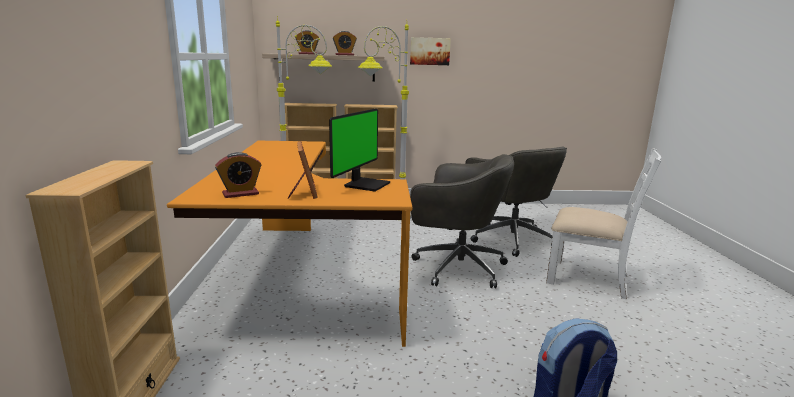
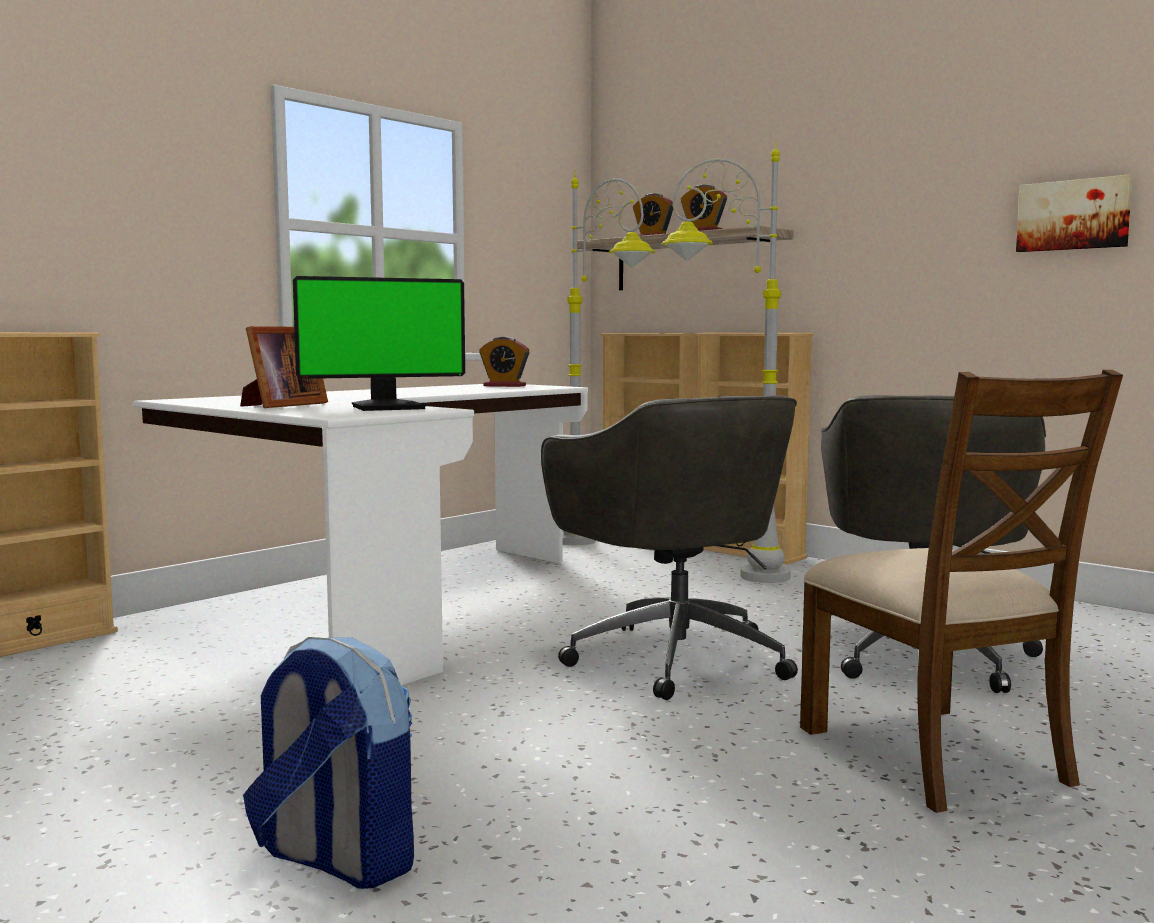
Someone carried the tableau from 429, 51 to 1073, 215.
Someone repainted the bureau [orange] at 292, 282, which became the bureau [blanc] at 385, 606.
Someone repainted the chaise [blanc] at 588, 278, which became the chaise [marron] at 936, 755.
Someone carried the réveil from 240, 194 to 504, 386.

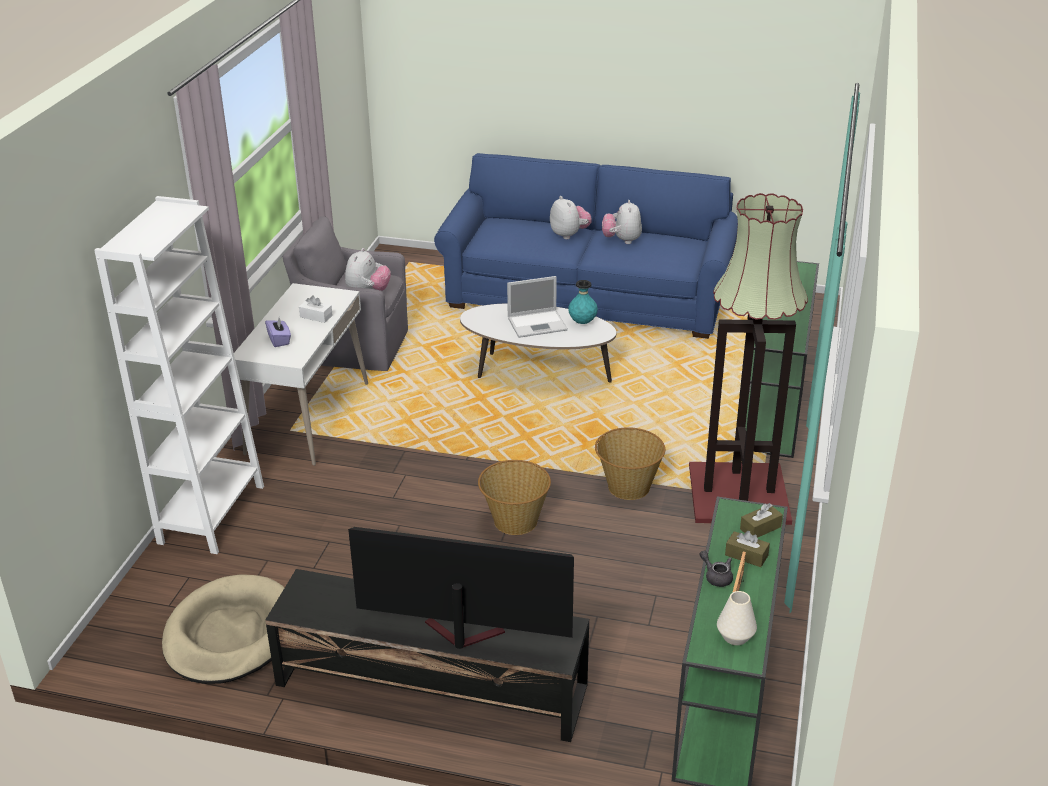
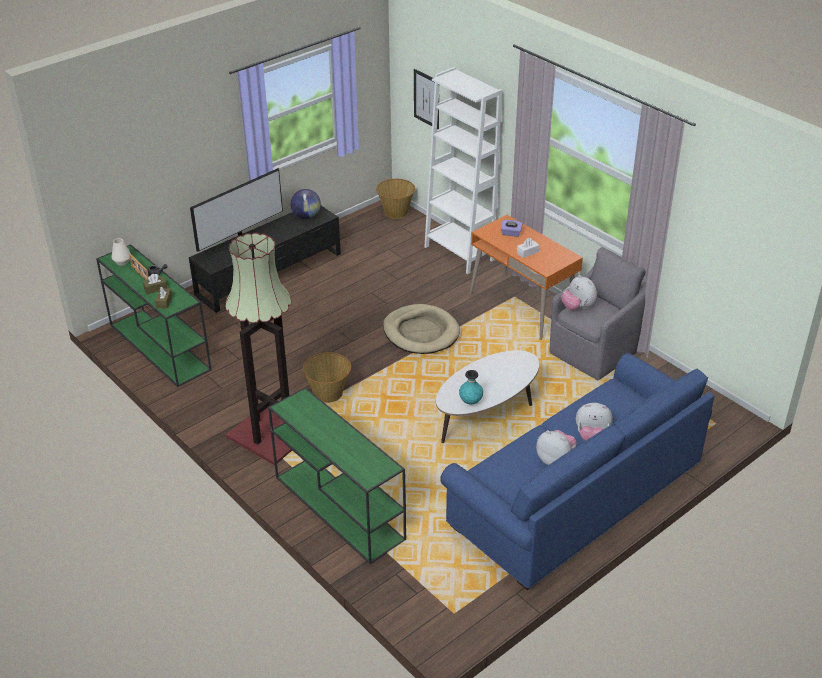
Someone took away the ordinateur portable at 538, 324.
Someone repainted the bureau [blanc] at 307, 418, which became the bureau [orange] at 522, 307.
Someone carried the panier from 514, 521 to 396, 212.
Someone carried the panier pour chien [beige] from 230, 634 to 421, 332.
Someone put up the tableau at 426, 99.
Someone put down the globe at 306, 216.

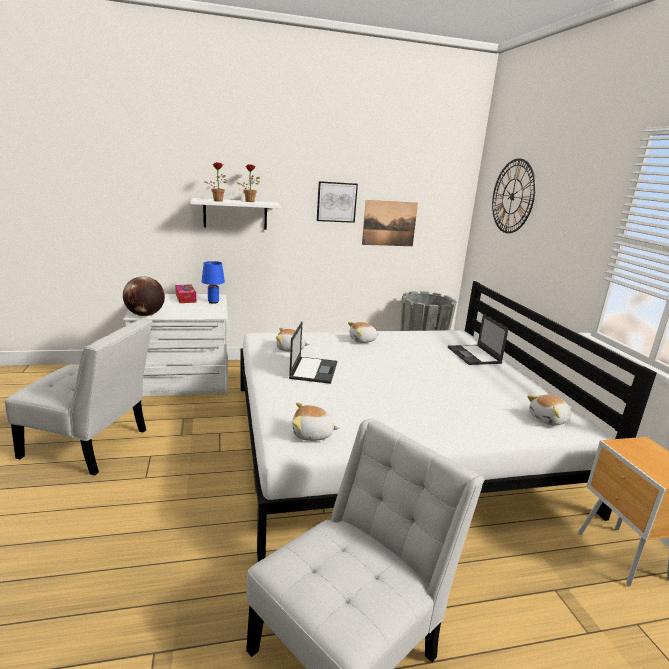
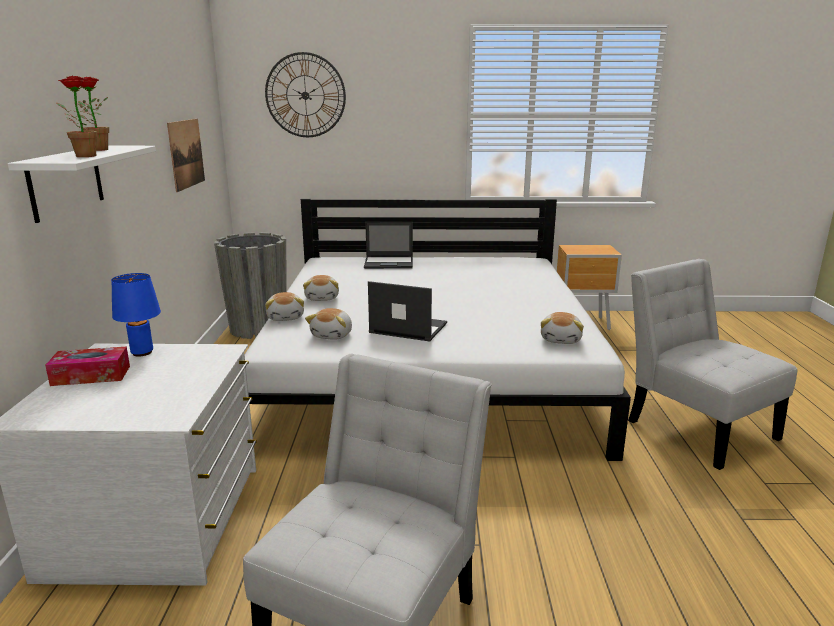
Someone took away the tableau at 336, 202.
Someone took away the globe at 145, 315.
Someone carried the peluche from 549, 419 to 286, 317.

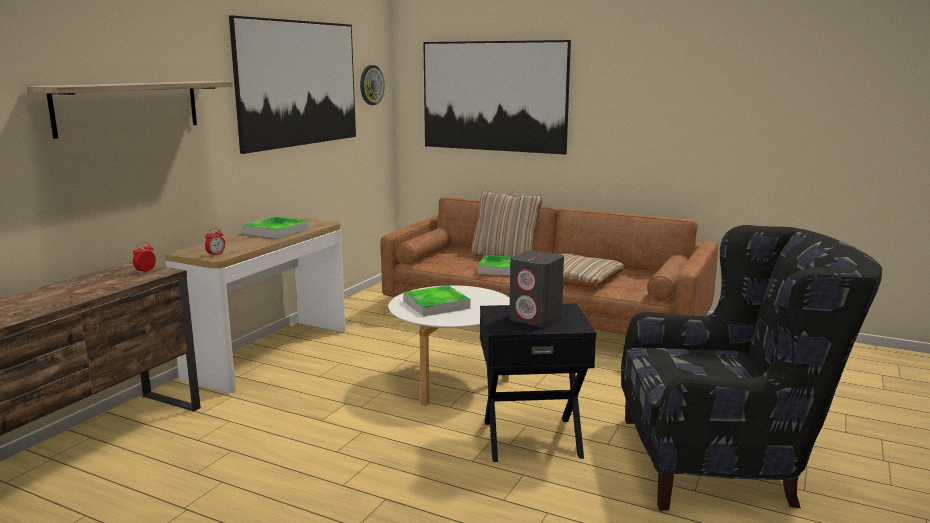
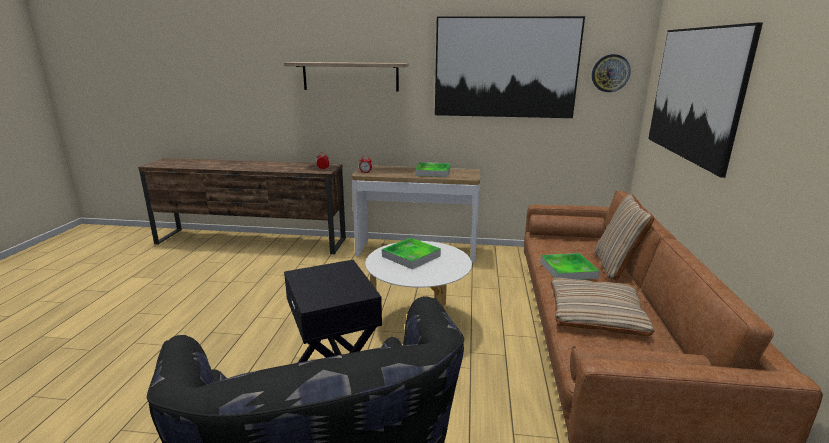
Someone took away the enceinte [gris] at 536, 319.

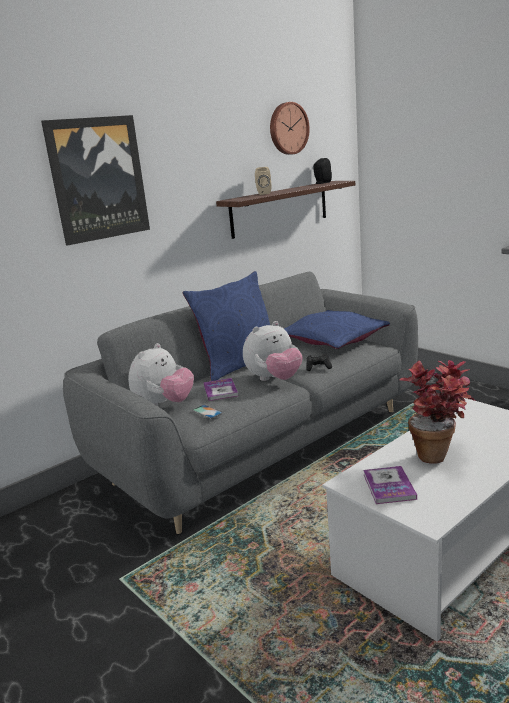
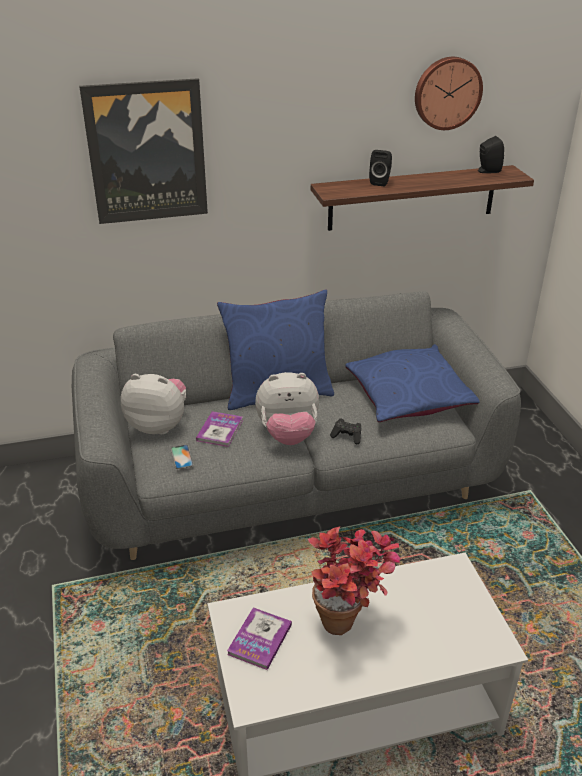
Someone repainted the enceinte [beige] at 263, 193, which became the enceinte [noir] at 380, 182.
Someone rotated the peluche at 164, 404 by 135 degrees counterclockwise.

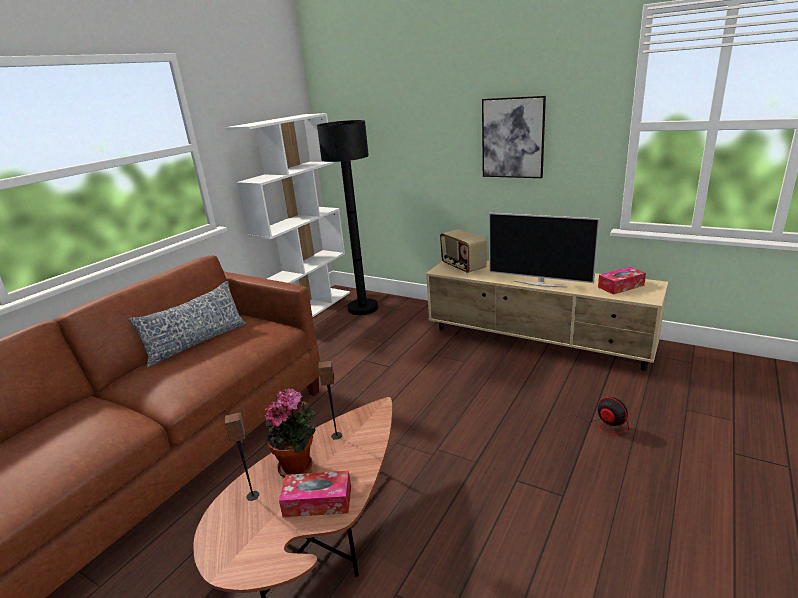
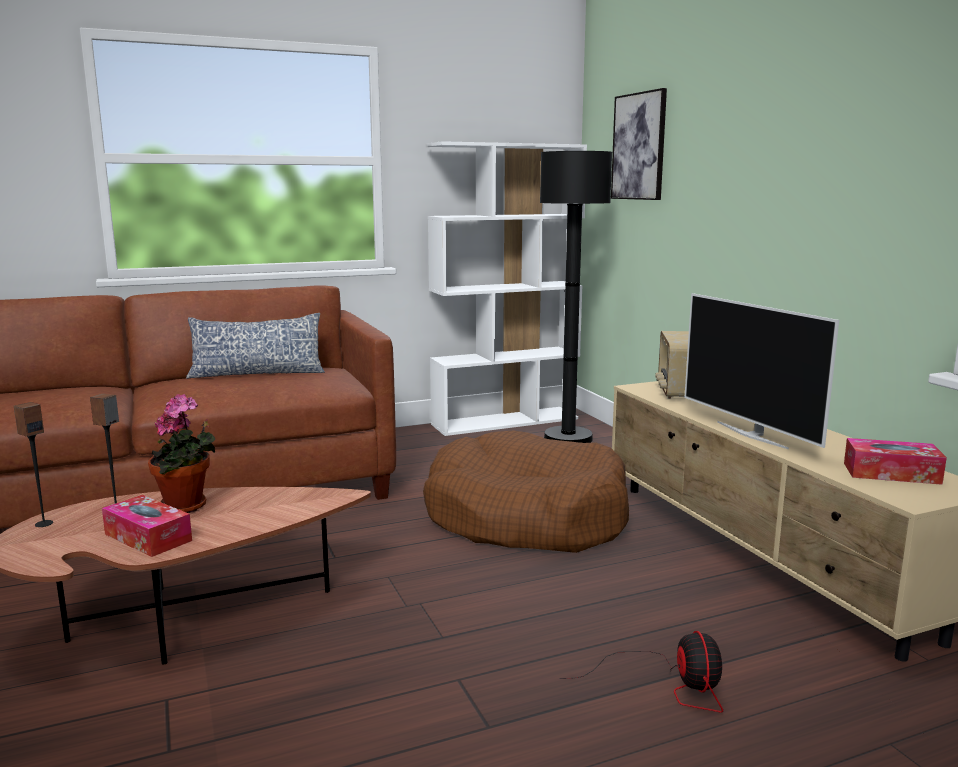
Someone carried the tableau from 513, 138 to 639, 146.
Someone carried the enceinte from 336, 436 to 44, 523.
Someone put down the panier pour chien [marron] at 526, 517.

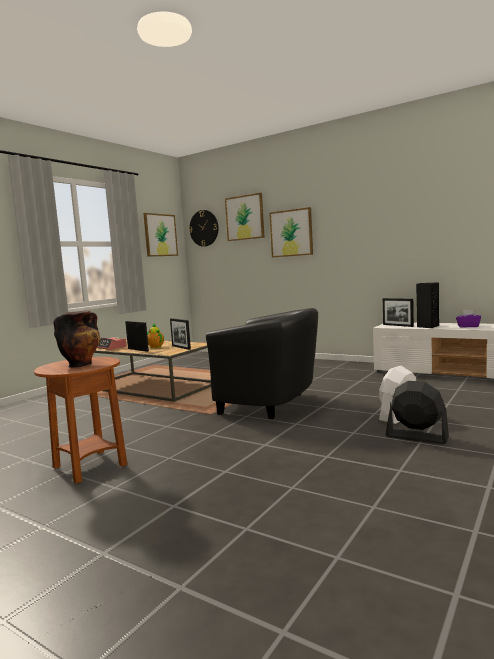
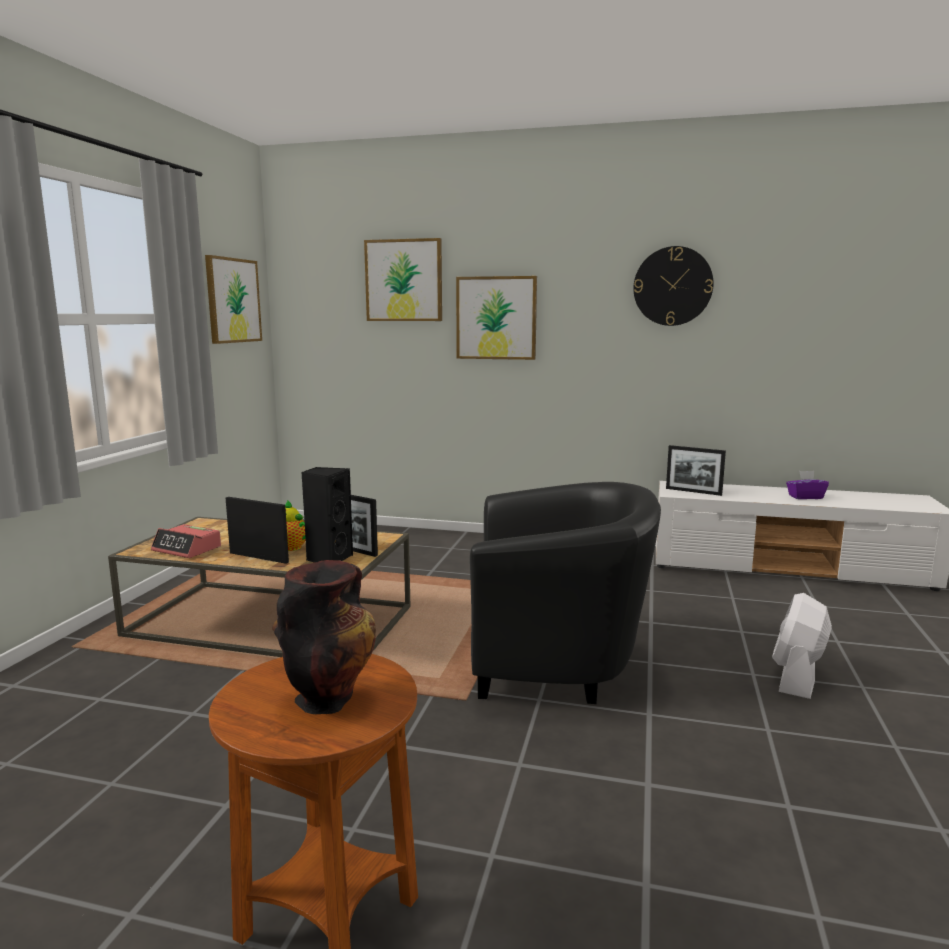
Someone carried the horloge murale from 204, 228 to 672, 286.
Someone carried the enceinte [noir] from 427, 326 to 328, 559.
Someone took away the ventilateur [noir] at 416, 437.

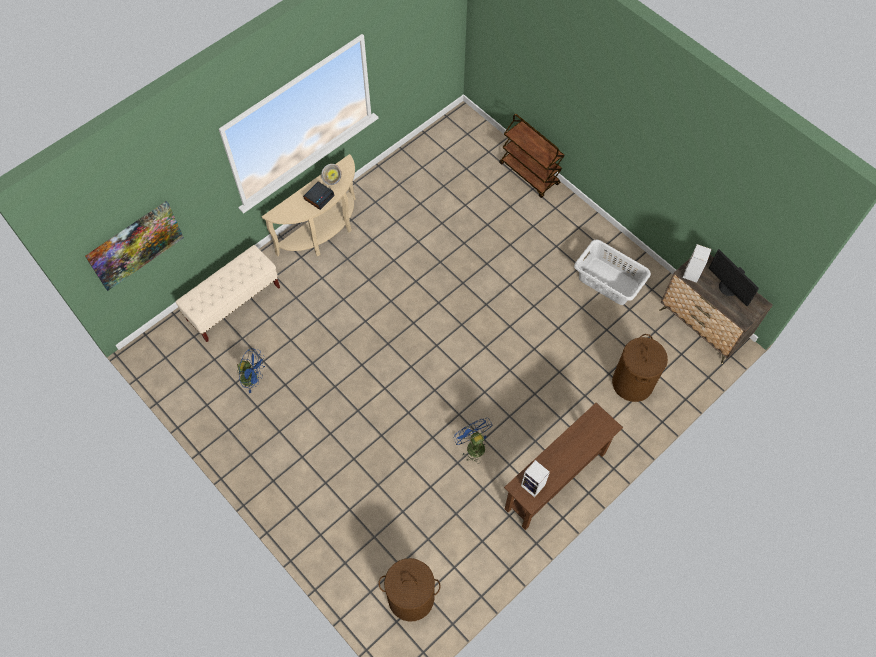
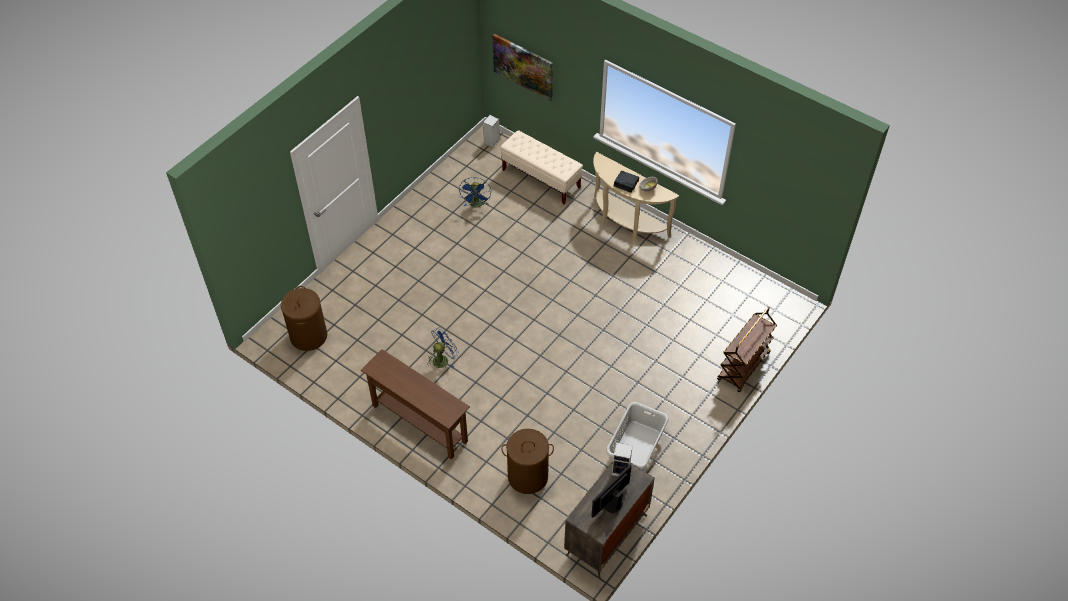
Someone carried the enceinte from 533, 486 to 491, 142.

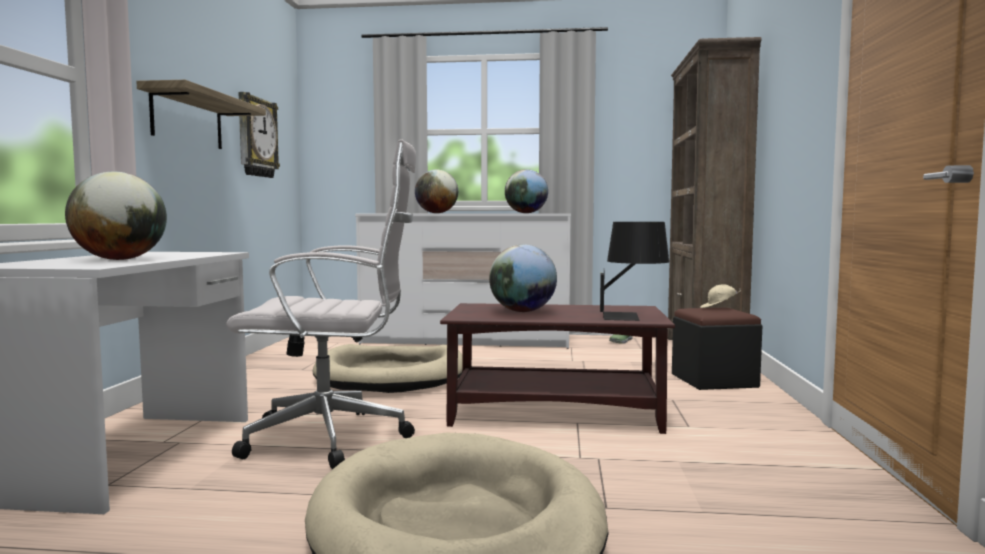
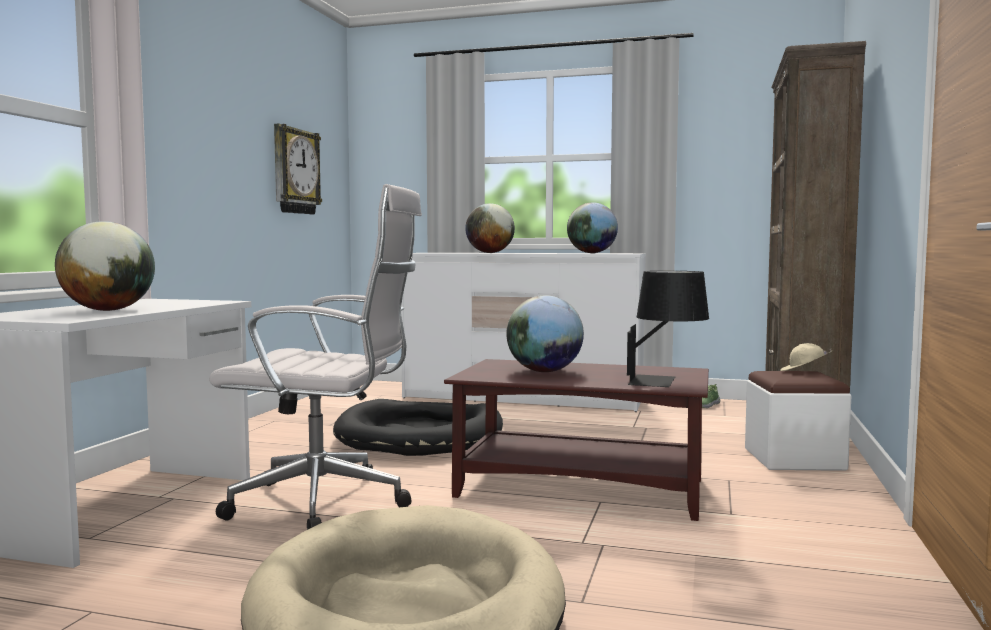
Someone took away the étagère at 187, 119.
Someone repainted the pouf [noir] at 714, 380, which became the pouf [blanc] at 794, 459.
Someone repainted the panier pour chien [beige] at 391, 375, which became the panier pour chien [noir] at 420, 435.

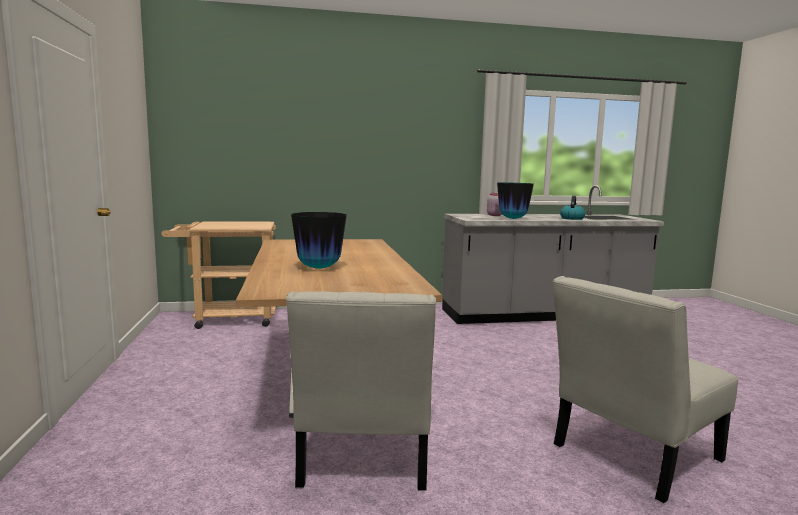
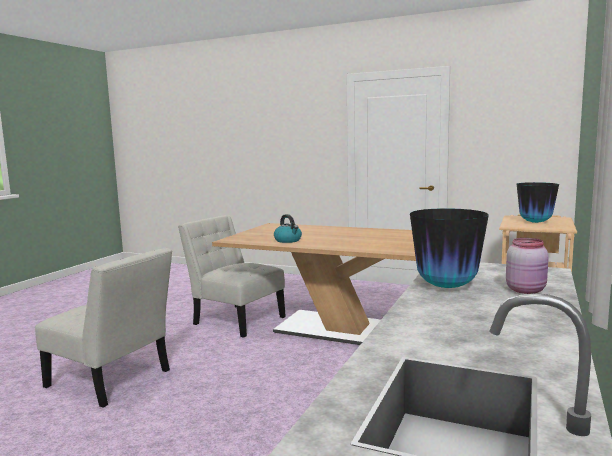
Someone carried the bouilloire from 572, 218 to 288, 240.
Someone carried the vase from 319, 268 to 535, 222.
Someone rotated the chaise [blanc] at 631, 456 by 120 degrees clockwise.

